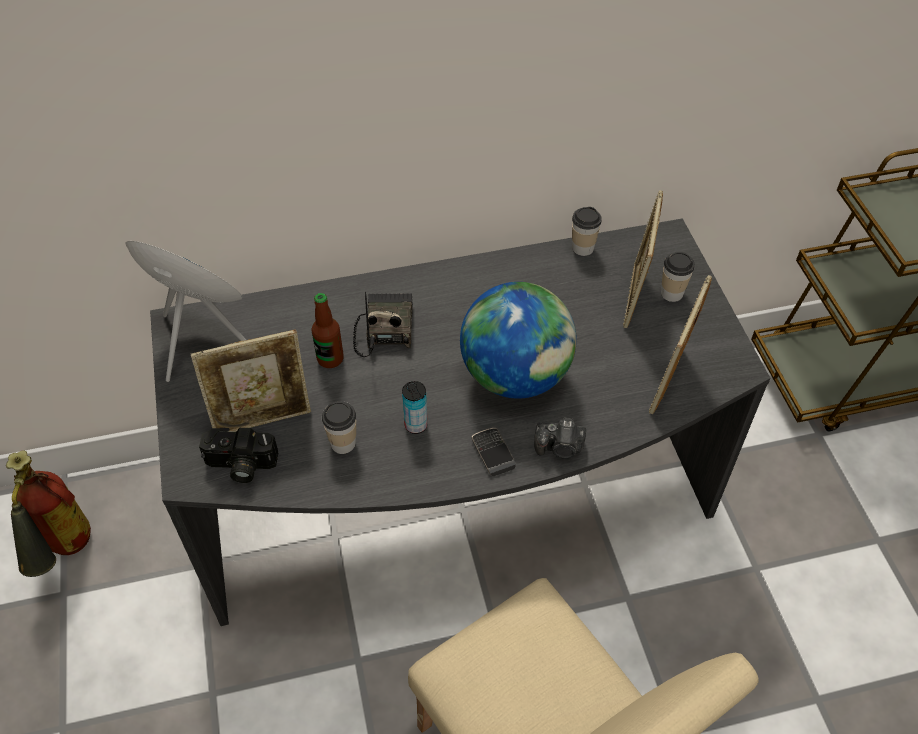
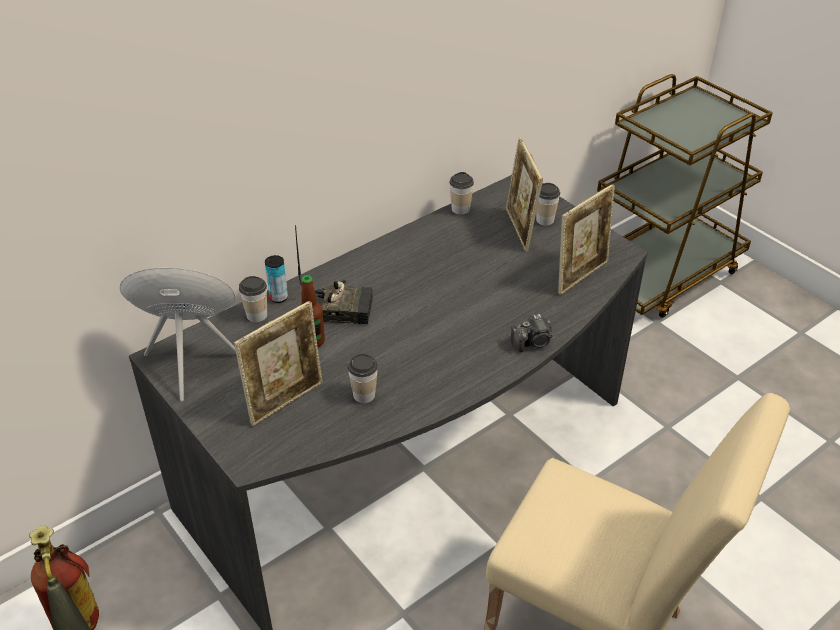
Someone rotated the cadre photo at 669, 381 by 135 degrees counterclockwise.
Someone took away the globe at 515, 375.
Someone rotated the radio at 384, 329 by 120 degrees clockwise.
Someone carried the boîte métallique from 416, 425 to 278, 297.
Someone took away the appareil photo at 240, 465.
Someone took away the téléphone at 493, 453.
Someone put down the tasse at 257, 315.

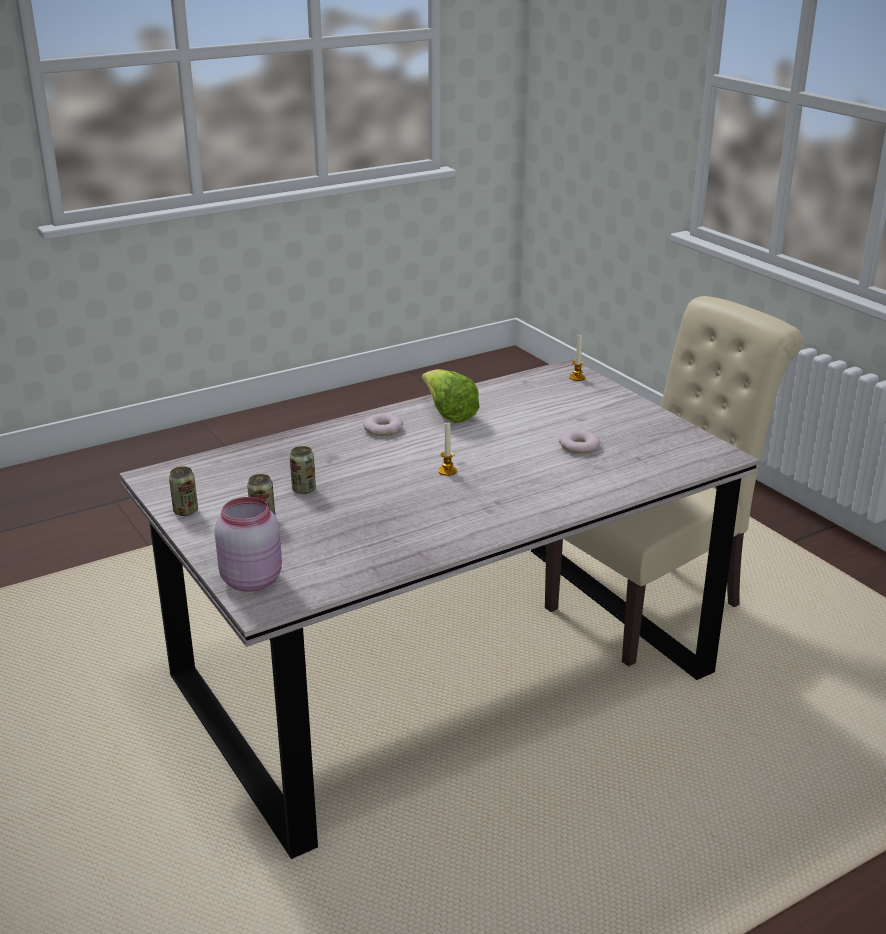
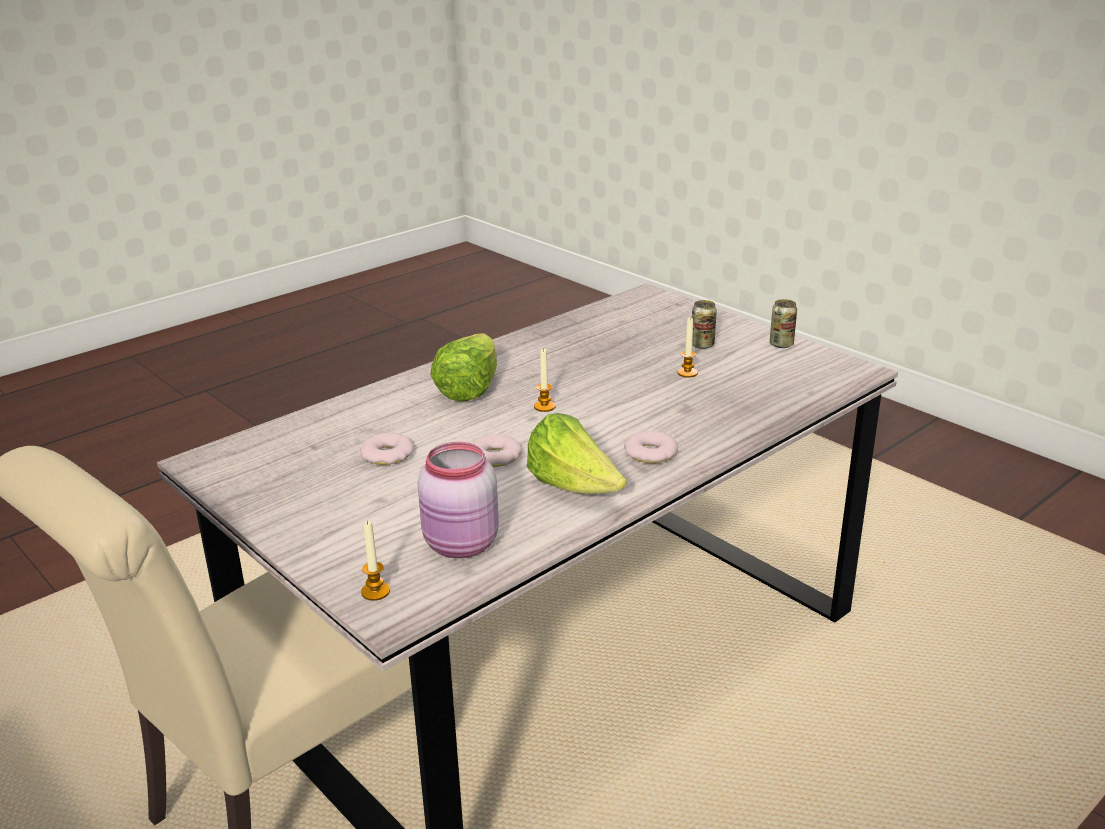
Someone swapped the boîte métallique at 303, 490 for the bougie at 687, 373.
Someone carried the bocal [rose] from 251, 579 to 461, 545.
Someone put down the laitue at 469, 388.
Someone put down the beignet at 495, 456.

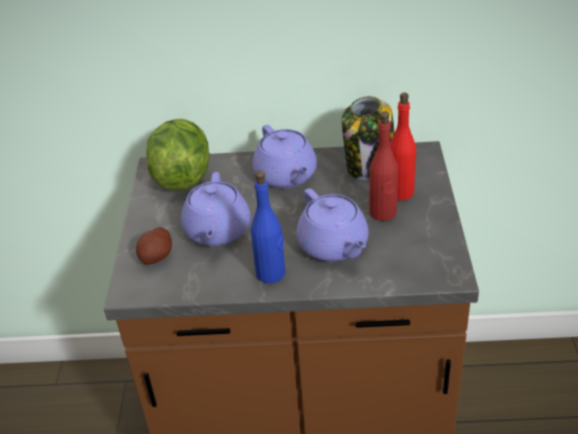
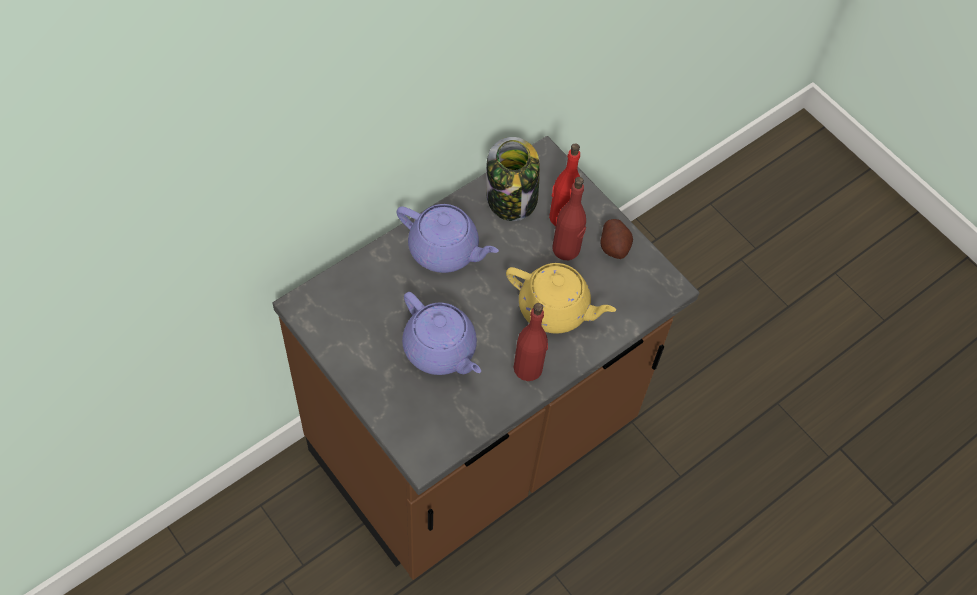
Someone took away the laitue at 182, 175.
Someone repainted the bouteille [bleu] at 271, 273, which became the bouteille [rouge] at 528, 368.
Someone repainted the théière [violet] at 334, 246, which became the théière [jaune] at 555, 309.
Someone carried the pomme de terre from 156, 256 to 614, 246.

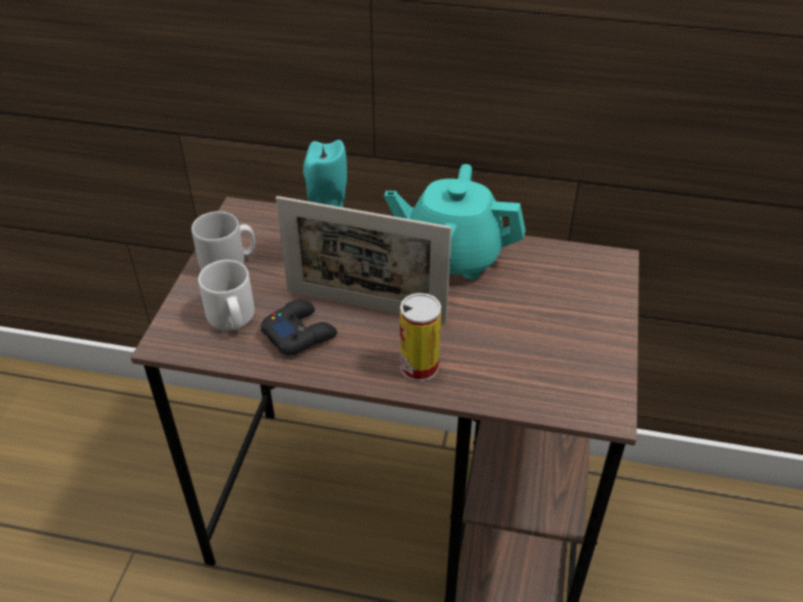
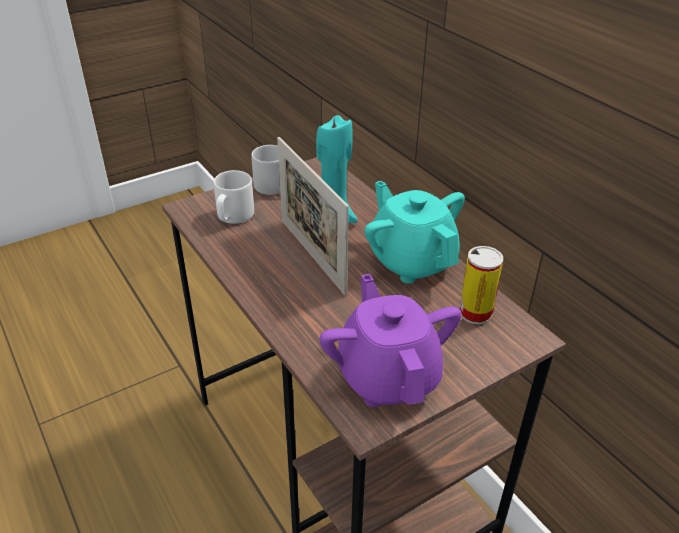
Someone carried the boîte métallique from 419, 367 to 475, 313.
Someone took away the manette [noir] at 299, 333.
Someone put down the théière [violet] at 388, 377.

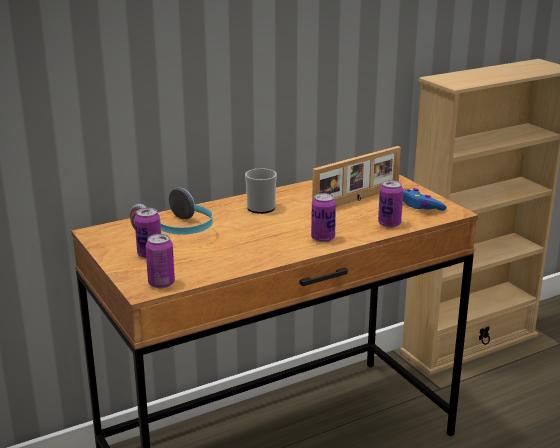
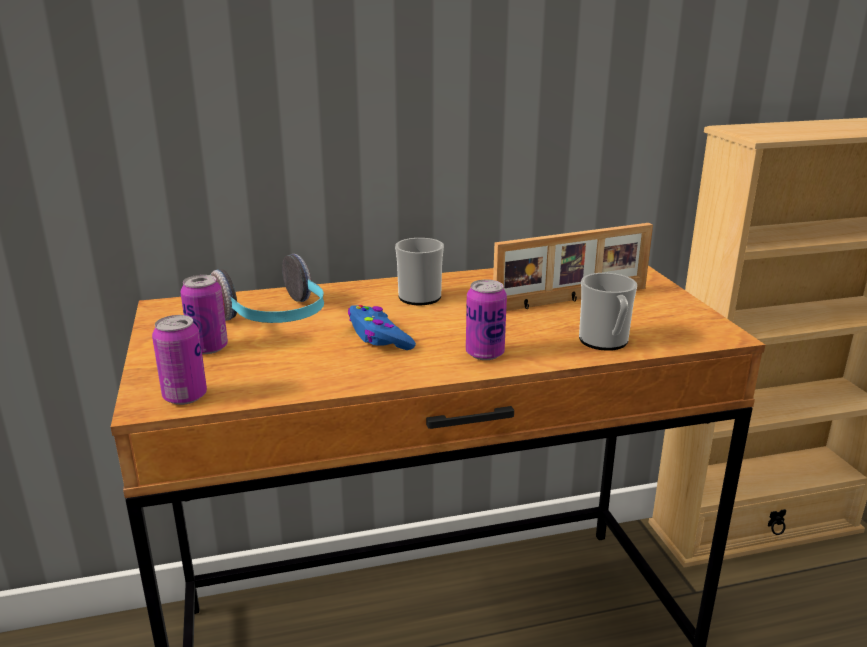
Someone swapped the boîte métallique at 389, 224 for the mug at 605, 342.
Someone carried the manette [bleu] from 420, 206 to 379, 337.

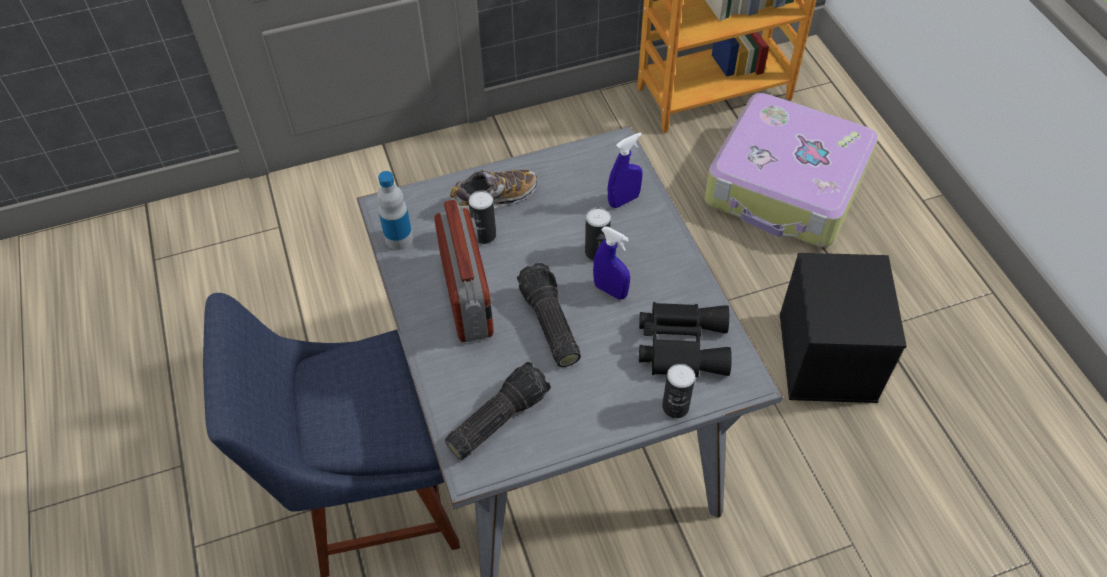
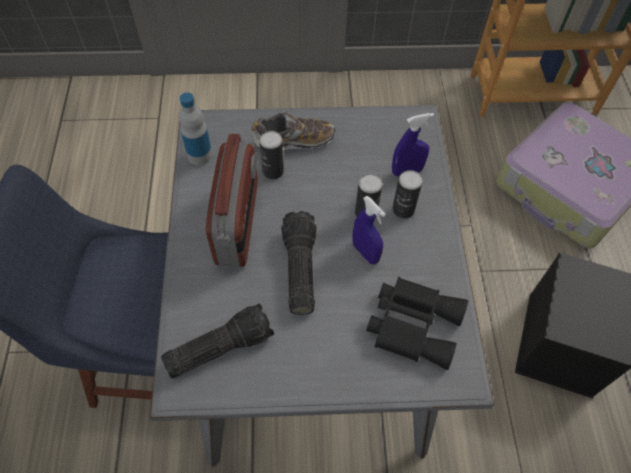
Someone carried the boîte métallique from 675, 407 to 403, 209.

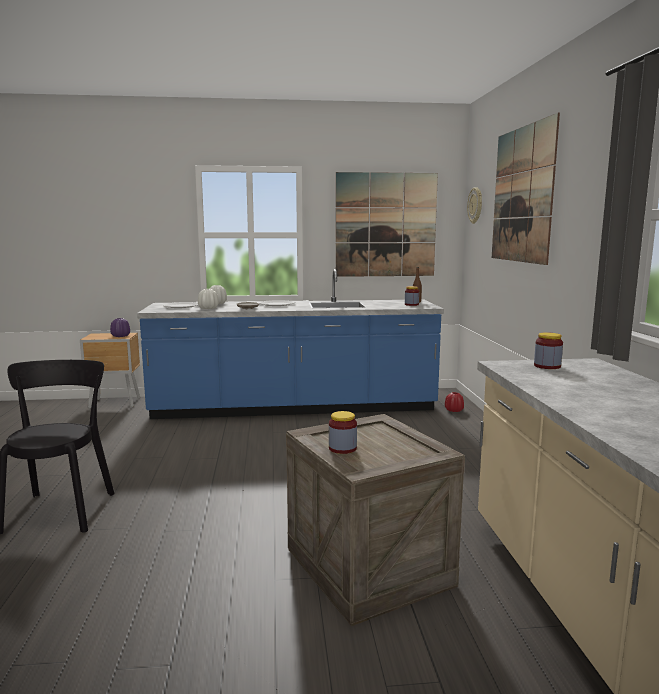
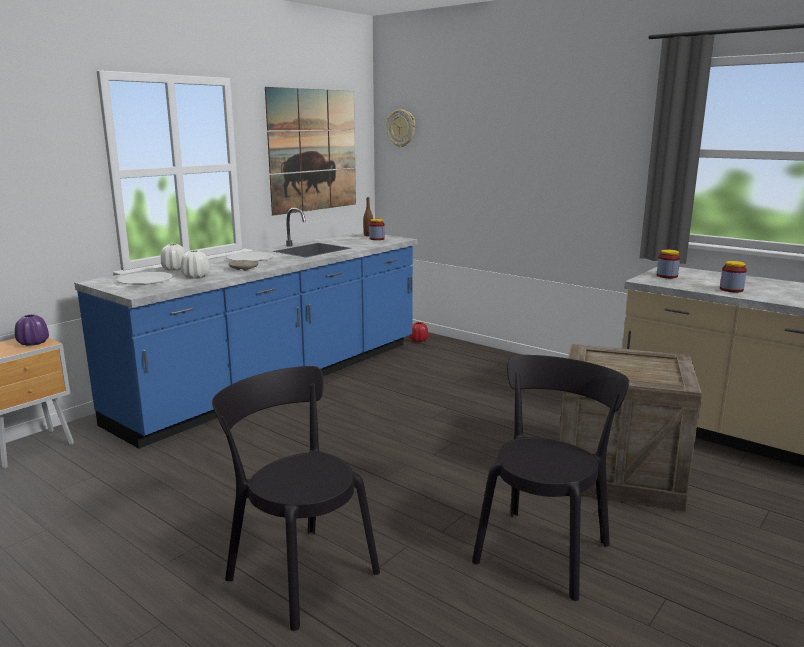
Someone took away the tableau at 522, 195.
Someone carried the bocal from 342, 448 to 731, 290.
Someone put down the chaise [noir] at 544, 549.

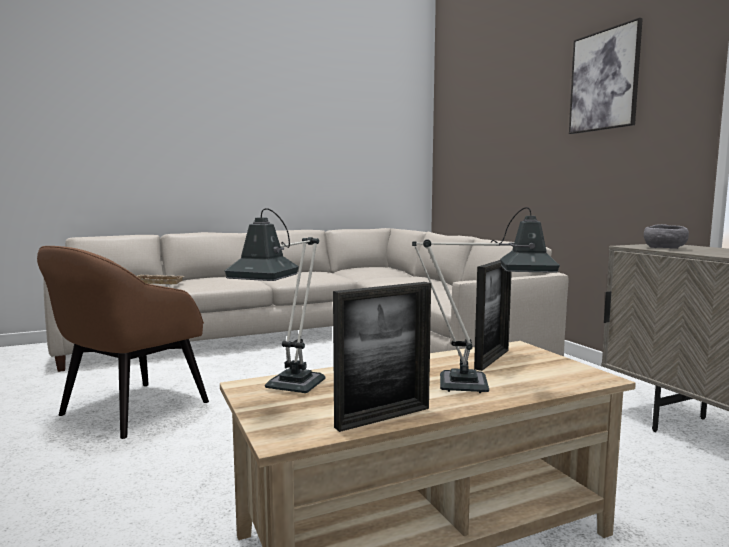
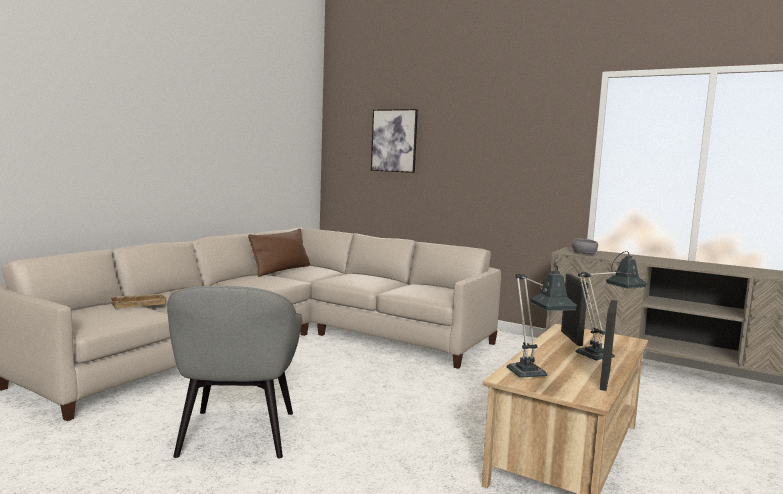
Someone carried the tableau from 604, 80 to 394, 140.
Someone repainted the fauteuil [marron] at 132, 409, which became the fauteuil [gris] at 237, 435.
Someone put down the coussin [marron] at 281, 270.

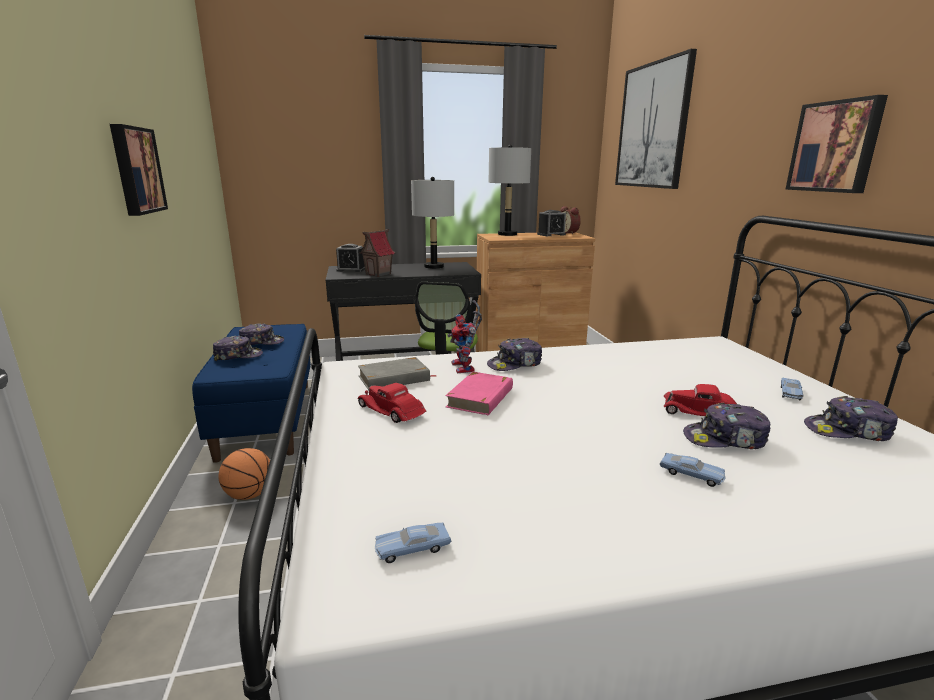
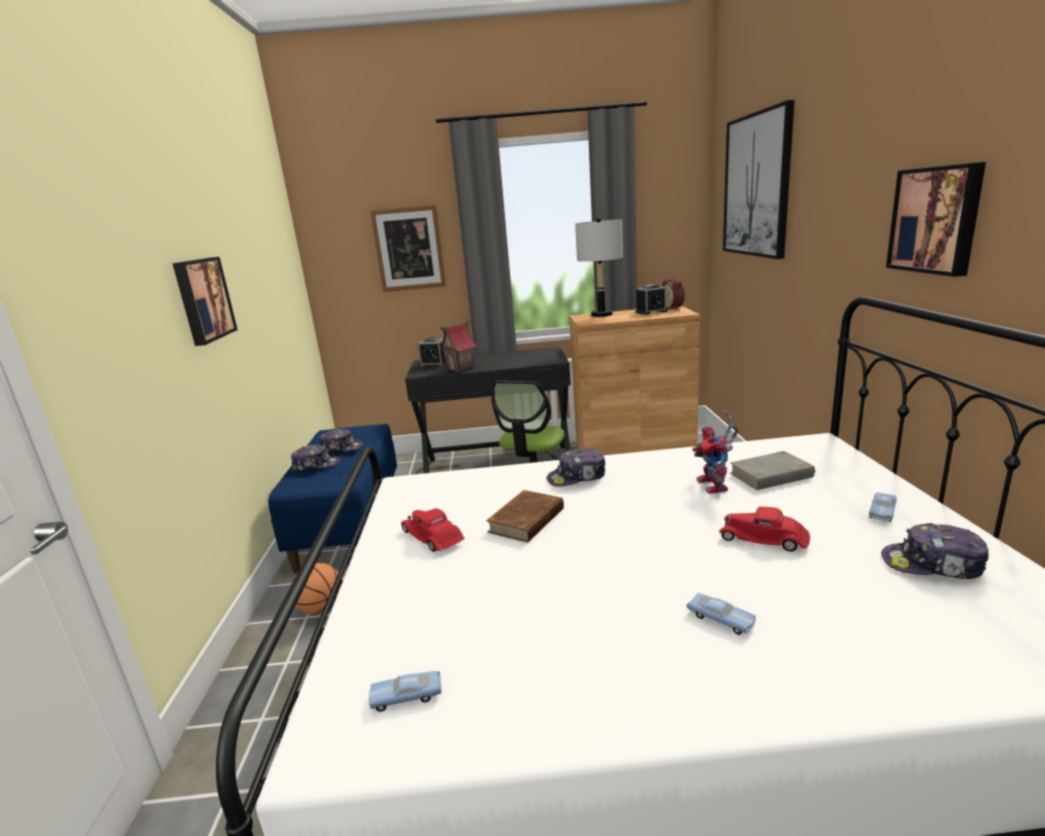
Someone took away the lampe de table [gris] at 434, 267.
Someone carried the robot jouet from 466, 368 to 716, 486.
Someone carried the livre [gris] from 394, 378 to 771, 475.
Someone repainted the livre [rose] at 481, 397, which became the livre [marron] at 527, 520.
Someone took away the casquette at 725, 439.
Someone put up the tableau at 409, 249.

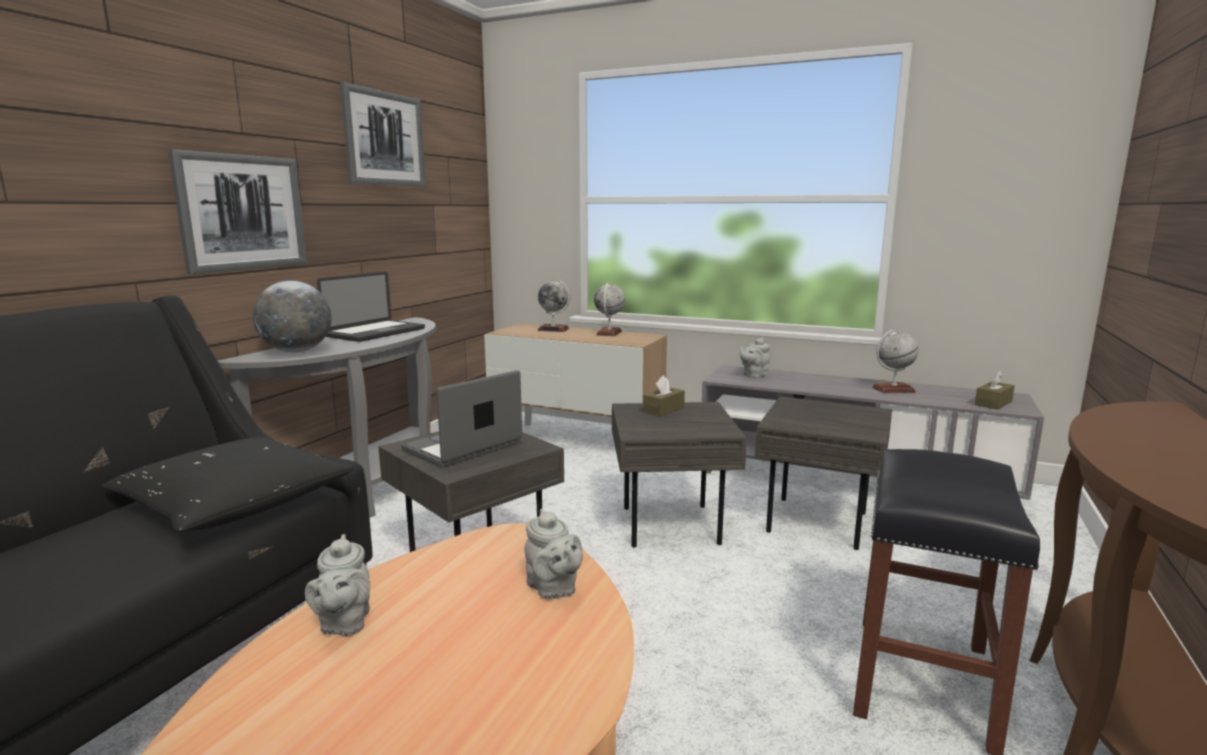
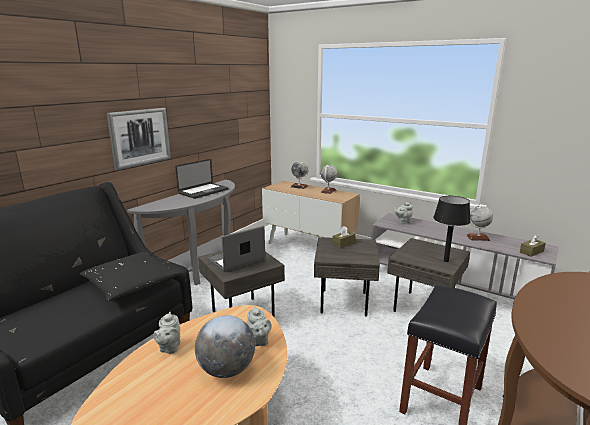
Someone took away the tableau at 384, 139.
Someone carried the globe from 296, 351 to 226, 370.
Someone put down the lampe de table [noir] at 445, 261.

